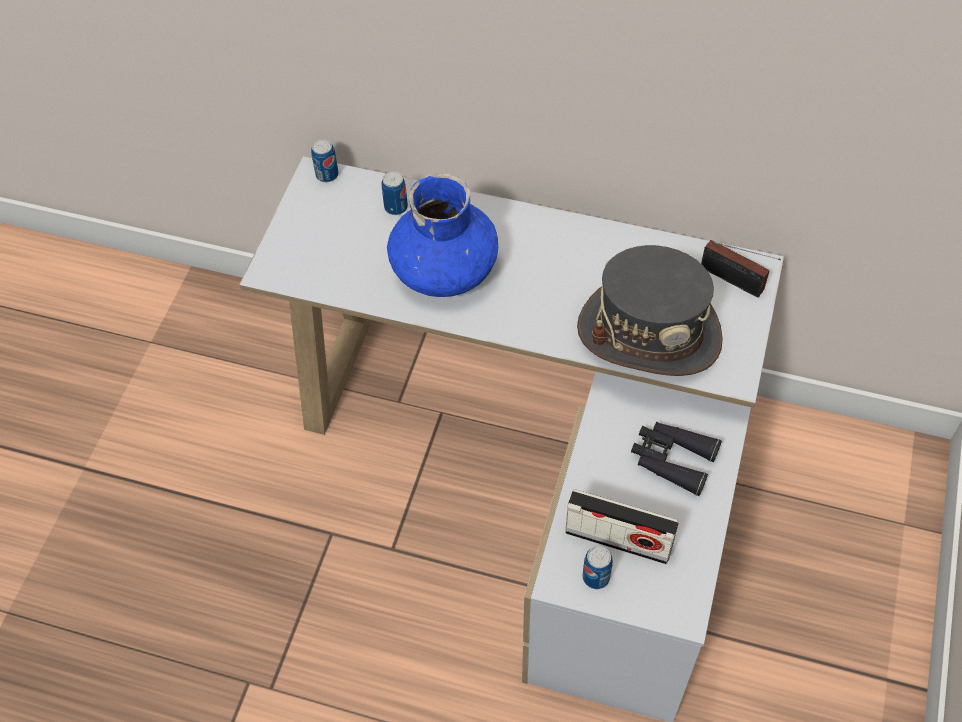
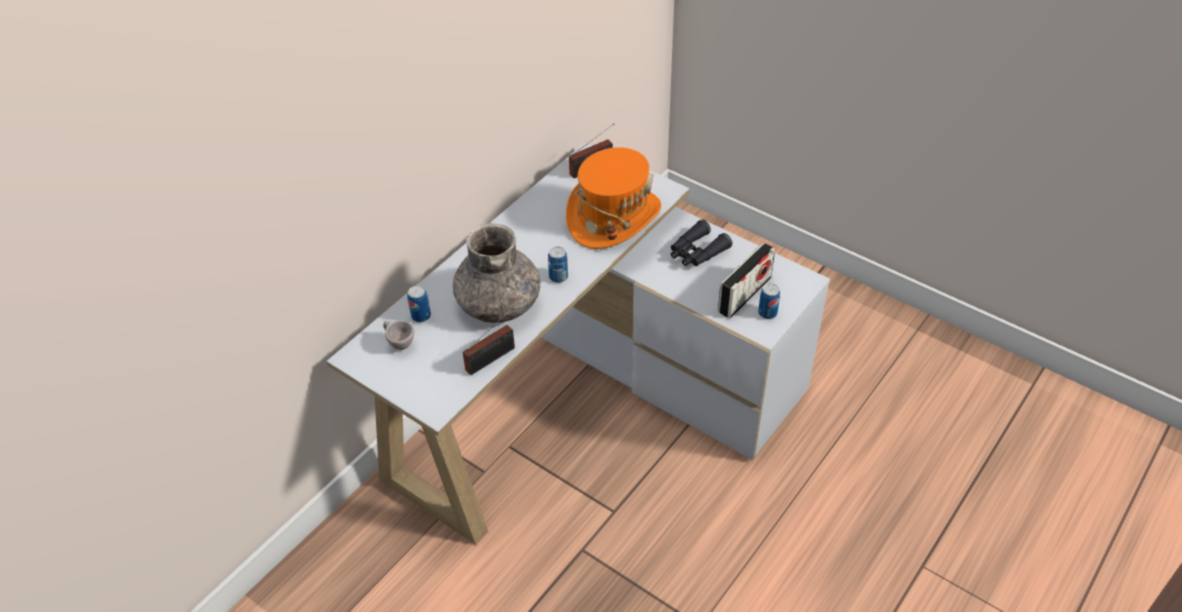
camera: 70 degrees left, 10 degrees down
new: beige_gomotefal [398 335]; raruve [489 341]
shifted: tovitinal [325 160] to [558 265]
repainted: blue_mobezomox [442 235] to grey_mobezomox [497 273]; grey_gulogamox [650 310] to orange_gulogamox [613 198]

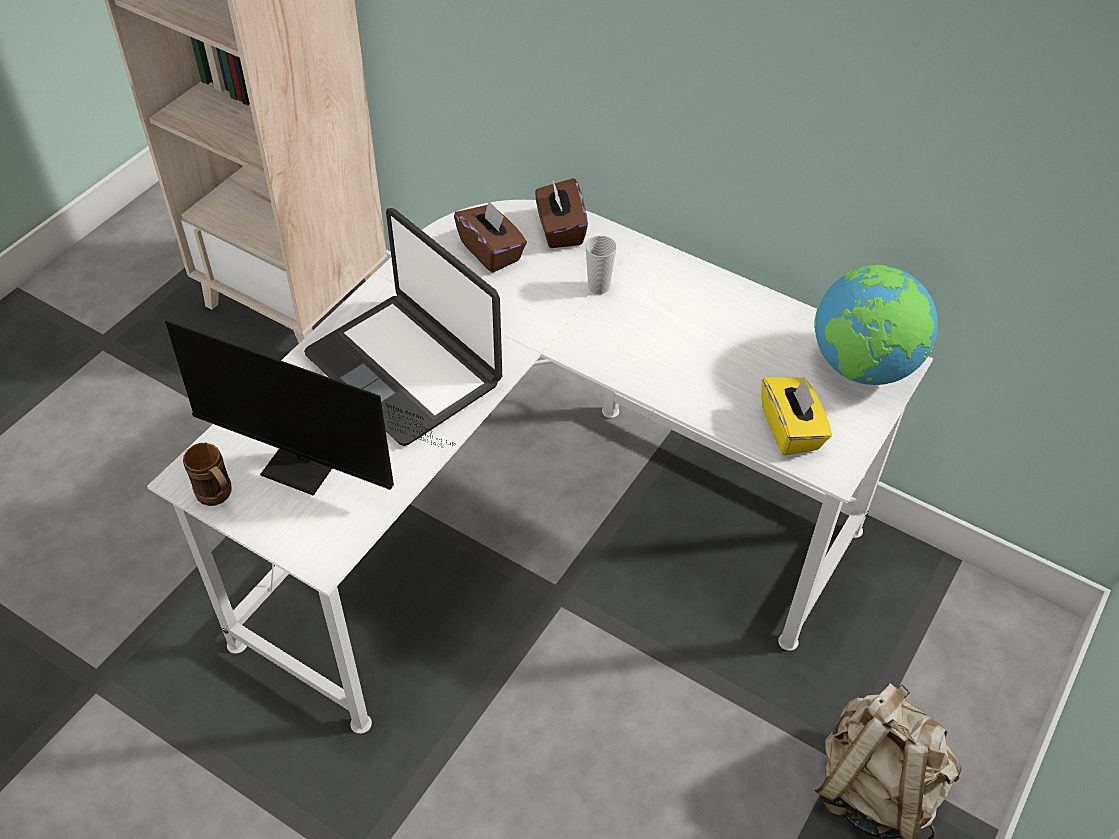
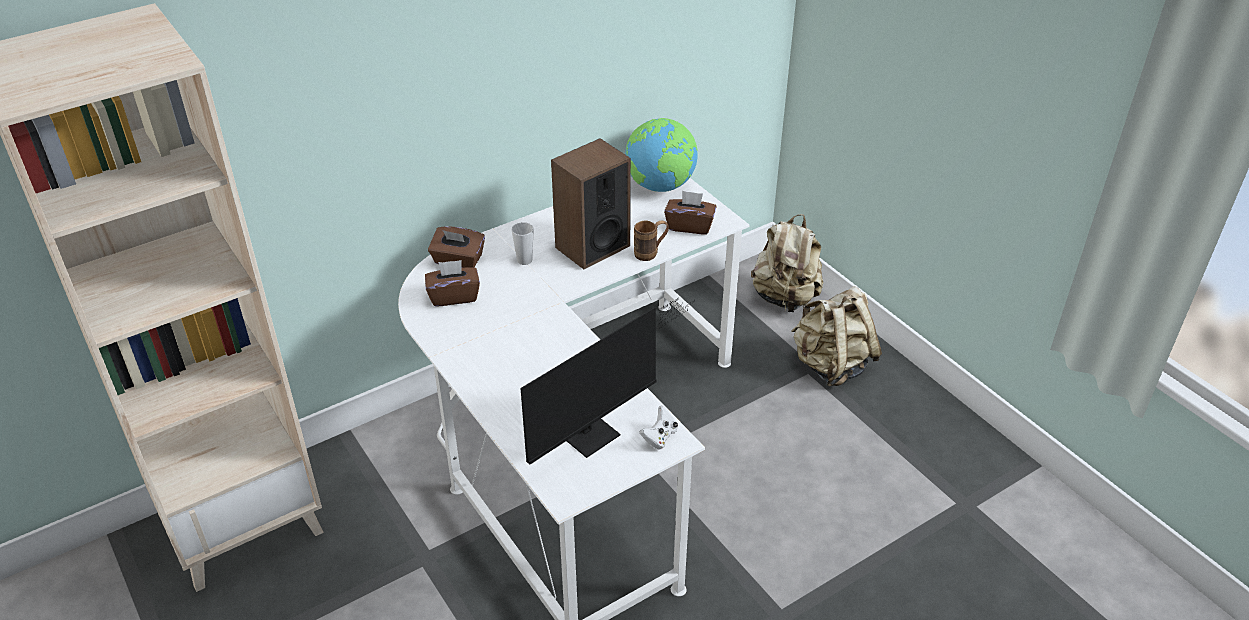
camera: 65 degrees left, 10 degrees down
gone: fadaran [403 327]
new: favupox [591 203]; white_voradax [659 427]; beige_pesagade [787 263]
shifted: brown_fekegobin [207 474] to [651 240]
repainted: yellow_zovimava [796 416] to brown_zovimava [690 212]

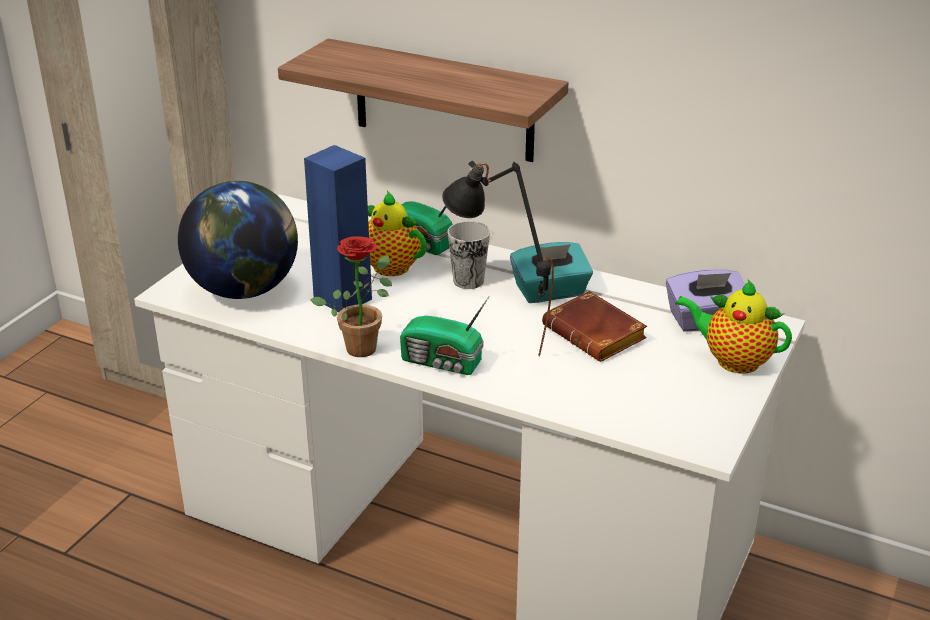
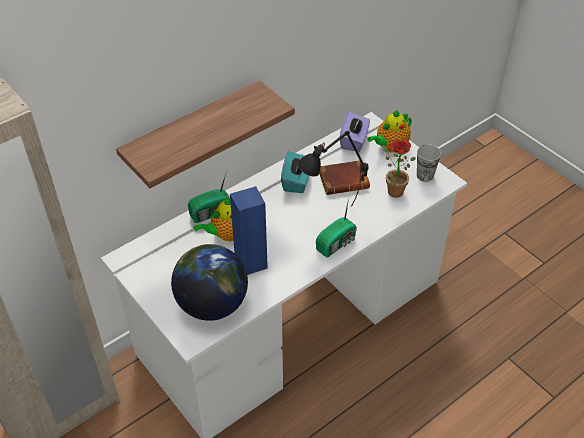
camera: 65 degrees left, 15 degrees up
shifted: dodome [351 296] to [399 168]; gomotefal [468 255] to [429 163]

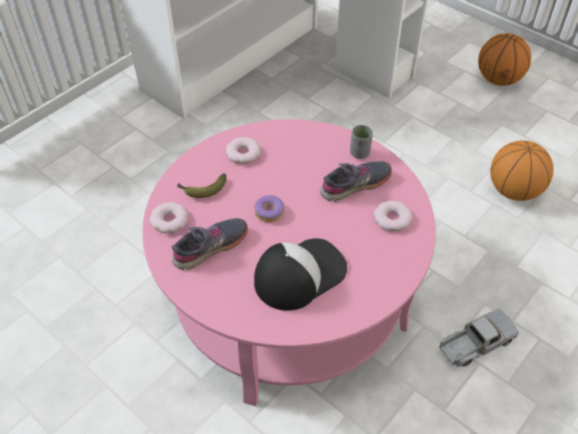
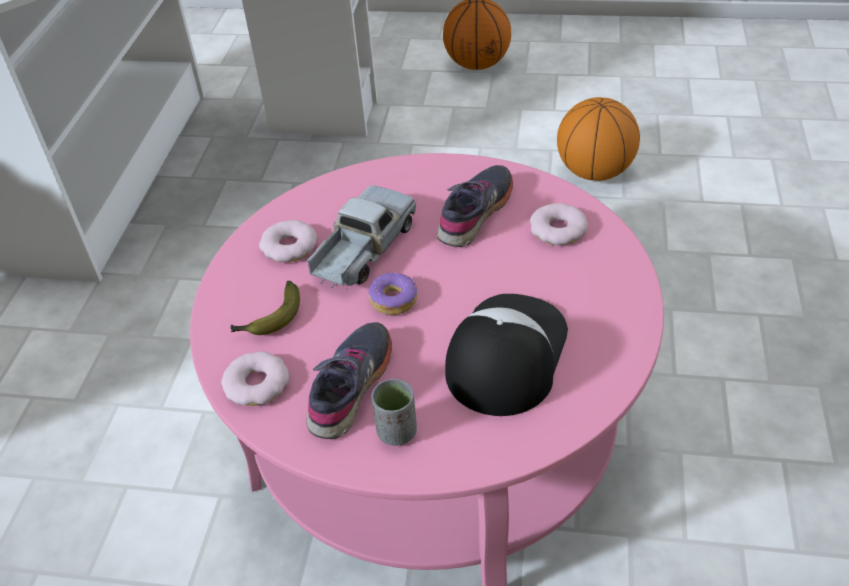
camera: 30 degrees left, 5 degrees down
shifted: grey_gomotefal [361 142] to [394 412]; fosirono [479 338] to [361 236]

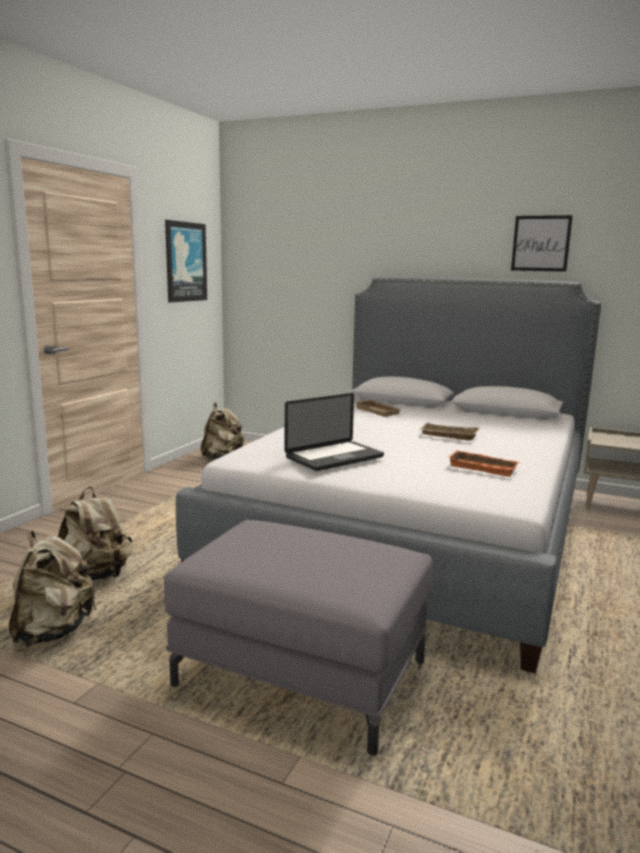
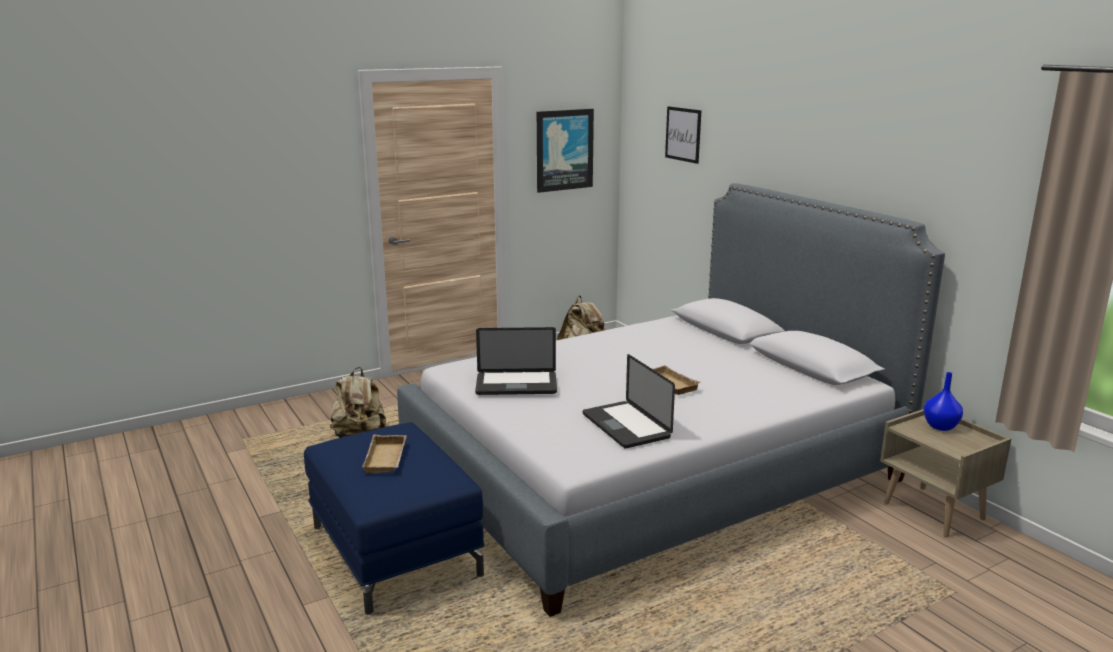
camera: 35 degrees right, 5 degrees up
gone: beige_pesagade [53 588]
new: blue_mobezomox [943 401]
shifted: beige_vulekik [378 408] to [384 454]; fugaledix [542 243] to [683 135]
swapped: orange_vulekik [484 463] to fadaran [629 401]
repainted: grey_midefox [298 637] to blue_midefox [394 518]

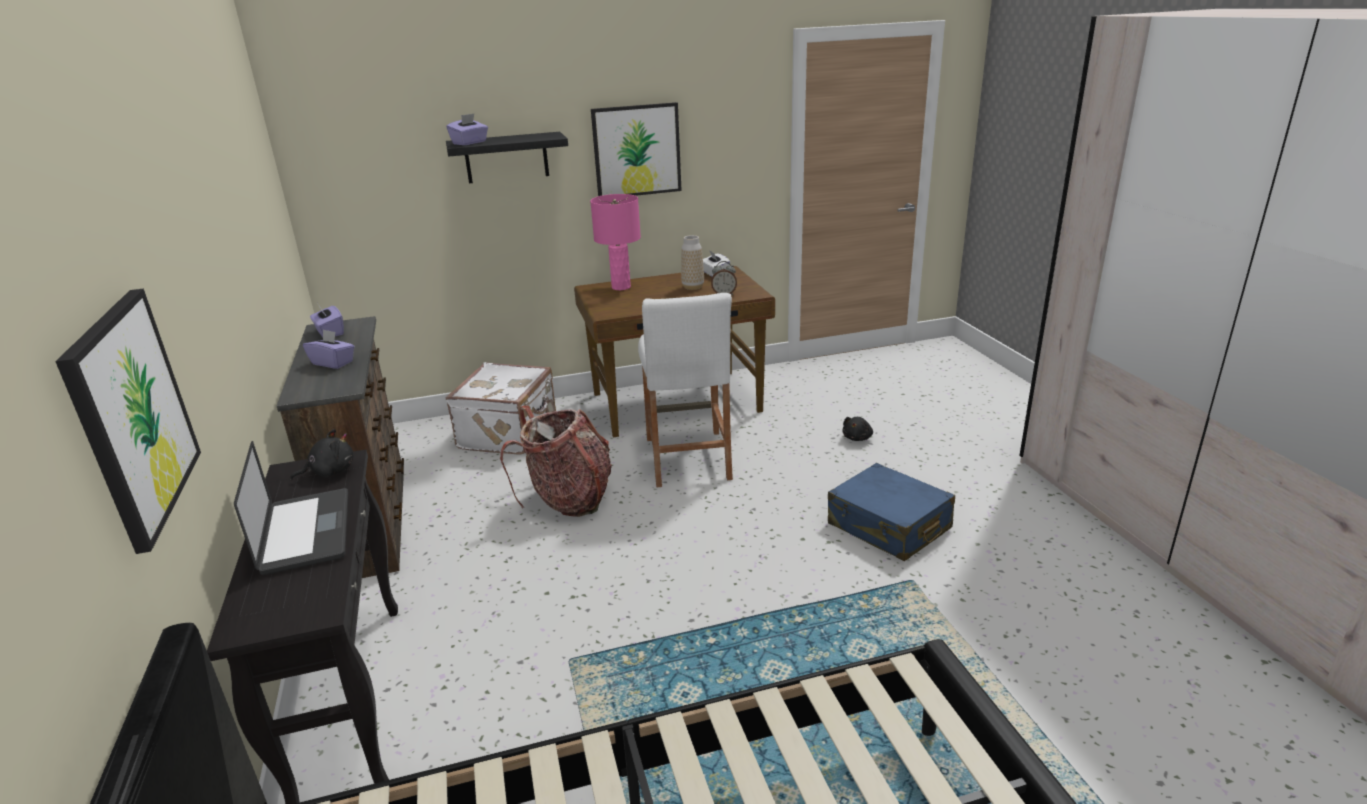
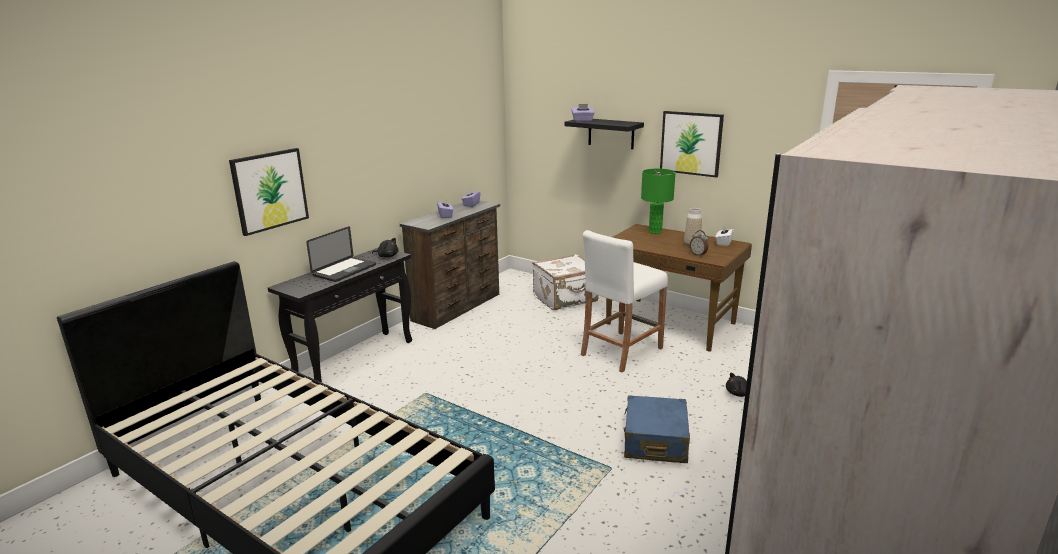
camera: 50 degrees right, 5 degrees down
gone: pesagade [556 461]
repainted: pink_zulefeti [615 242] to green_zulefeti [658 201]

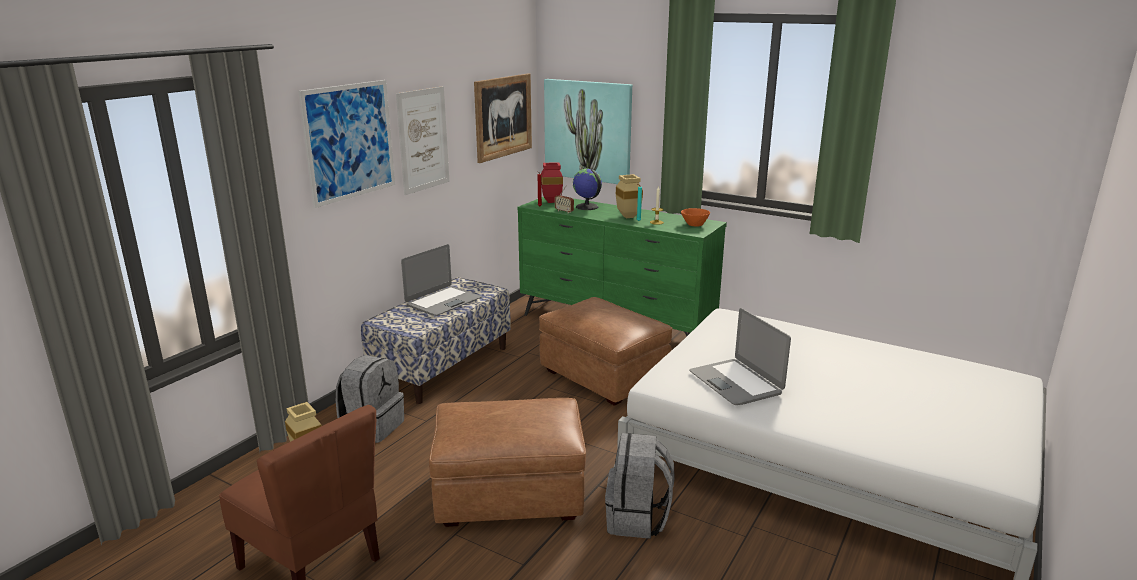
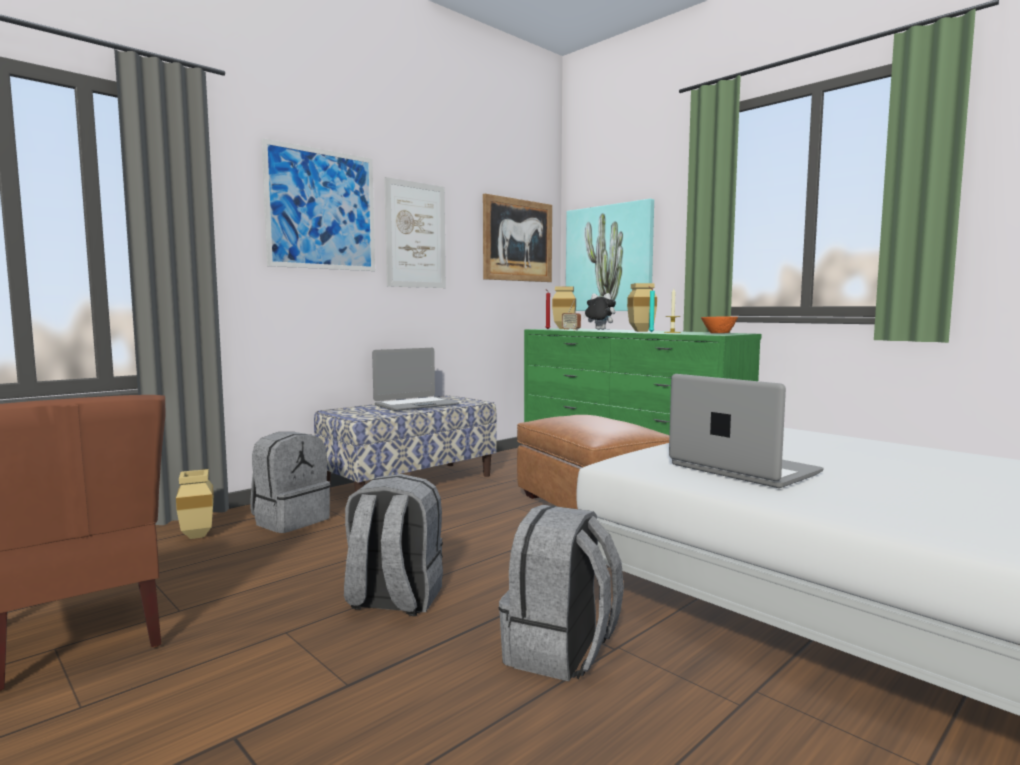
camera: 15 degrees right, 15 degrees down
swapped: brown_midefox [507 462] to grey_pesagade [393 545]; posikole [587 189] to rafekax [599 311]
repainted: red_mobezomox [552 182] to beige_mobezomox [564 307]
rotated: fadaran [740 356] = [746 431] 150 degrees clockwise

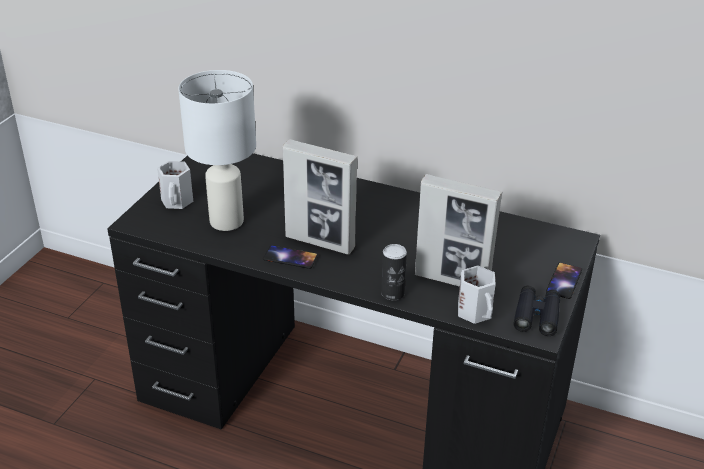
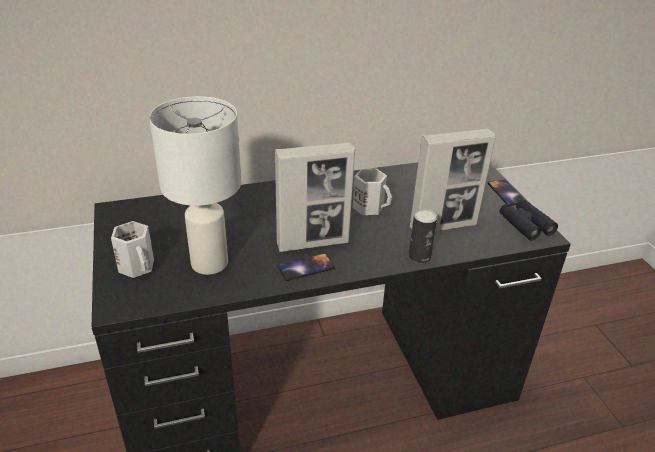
camera: 40 degrees left, 0 degrees up
shifted: white_fekegobin [476 294] to [372 191]

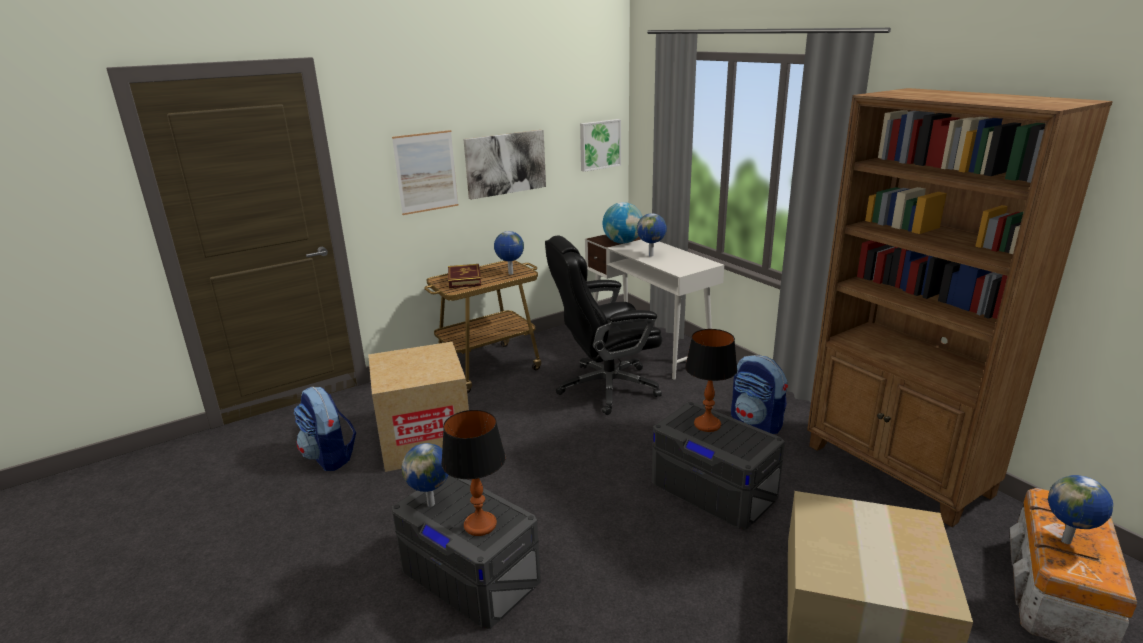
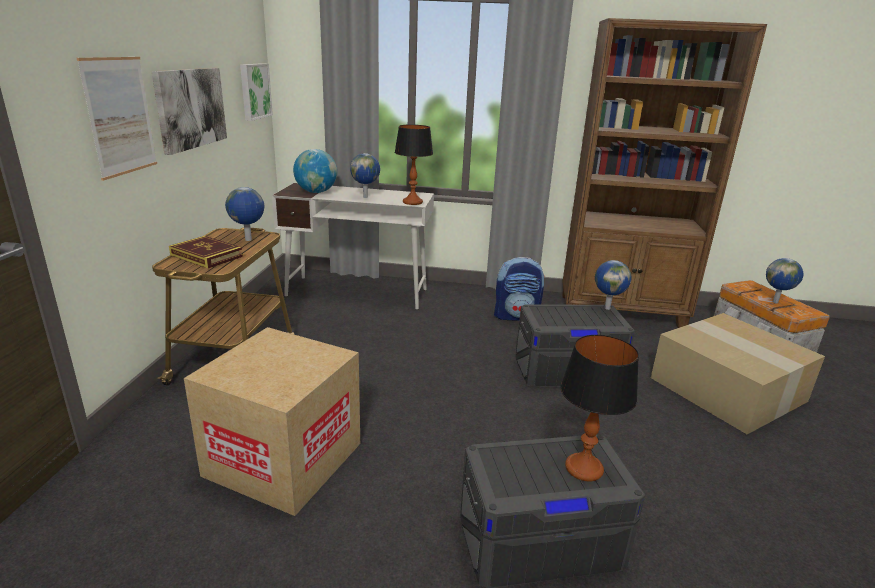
camera: 50 degrees left, 0 degrees up
gone: pesagade [325 429]; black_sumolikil [603 325]
shifted: posikole [425 475] to [613 285]; zulefeti [711 380] to [414 165]

